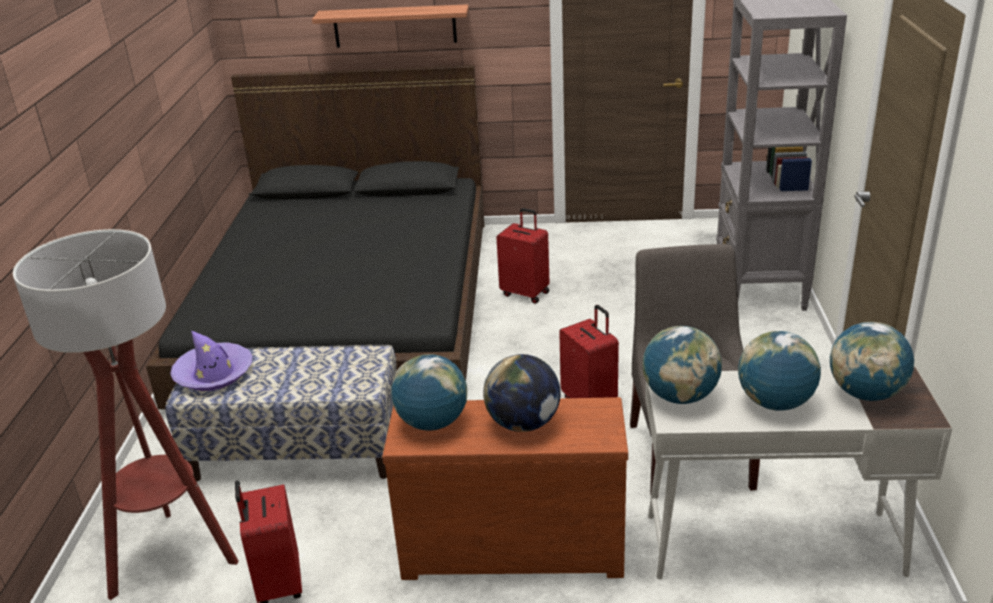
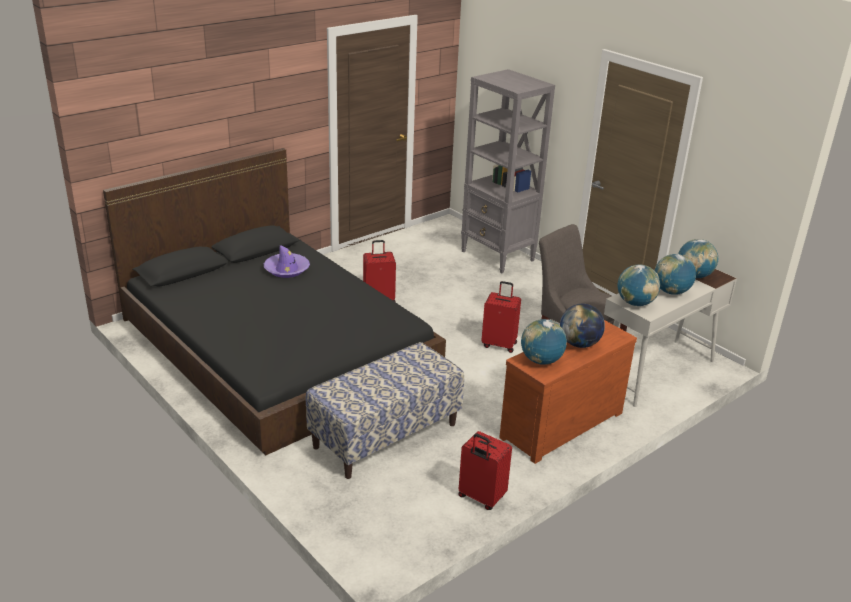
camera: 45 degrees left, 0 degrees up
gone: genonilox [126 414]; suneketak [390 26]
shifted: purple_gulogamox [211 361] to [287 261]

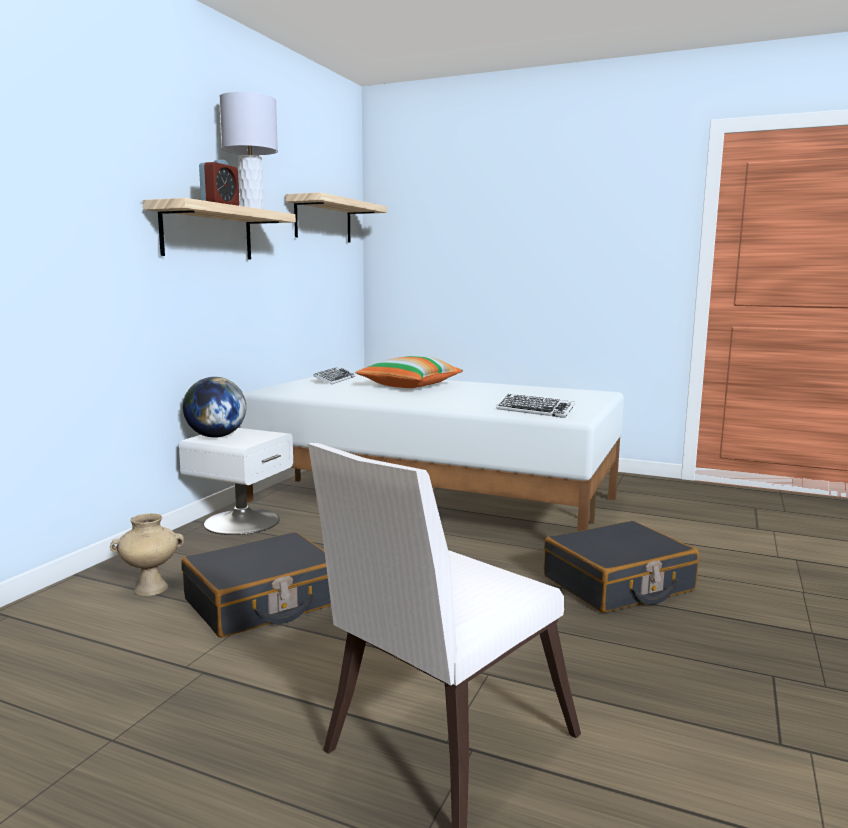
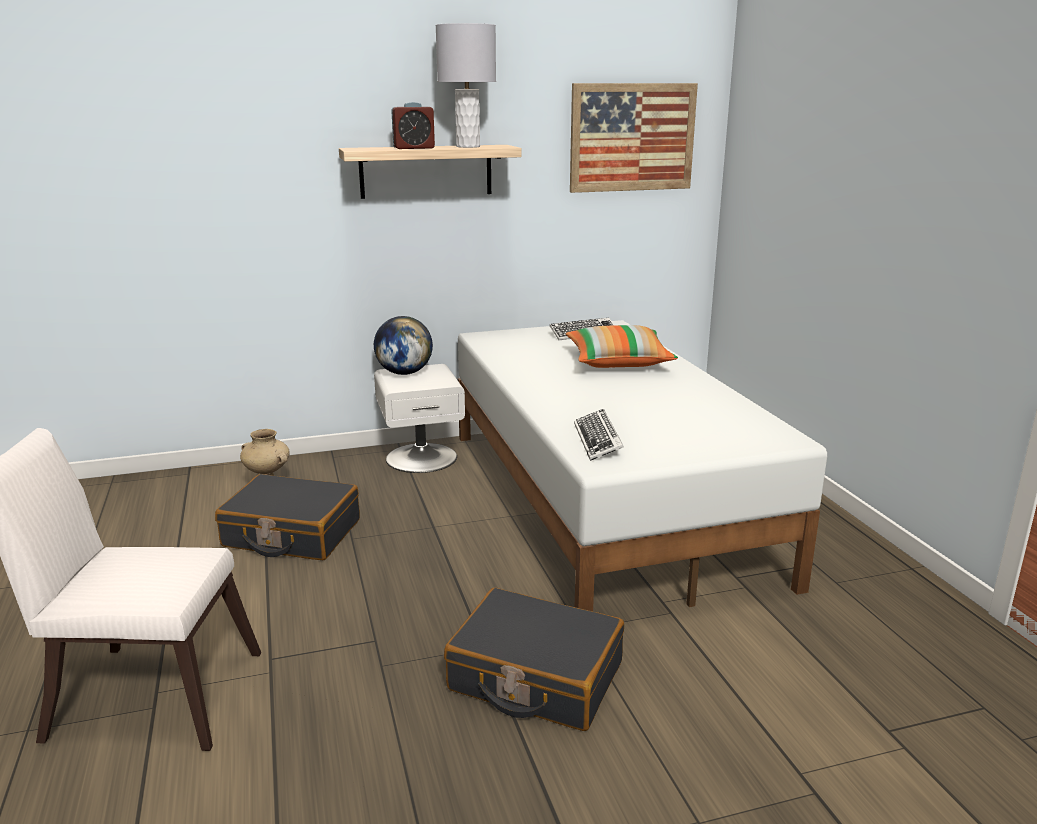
camera: 50 degrees right, 10 degrees up
swapped: suneketak [336 217] to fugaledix [634 138]

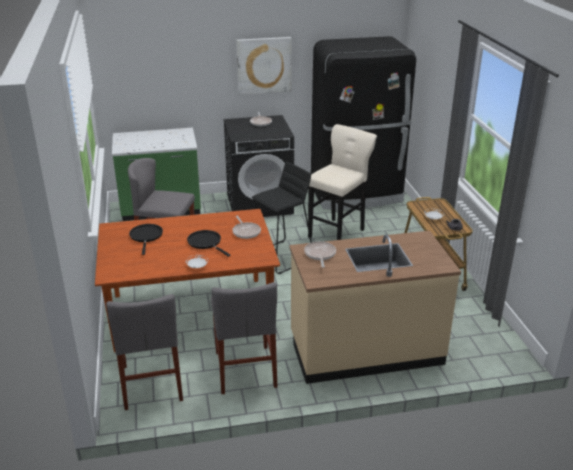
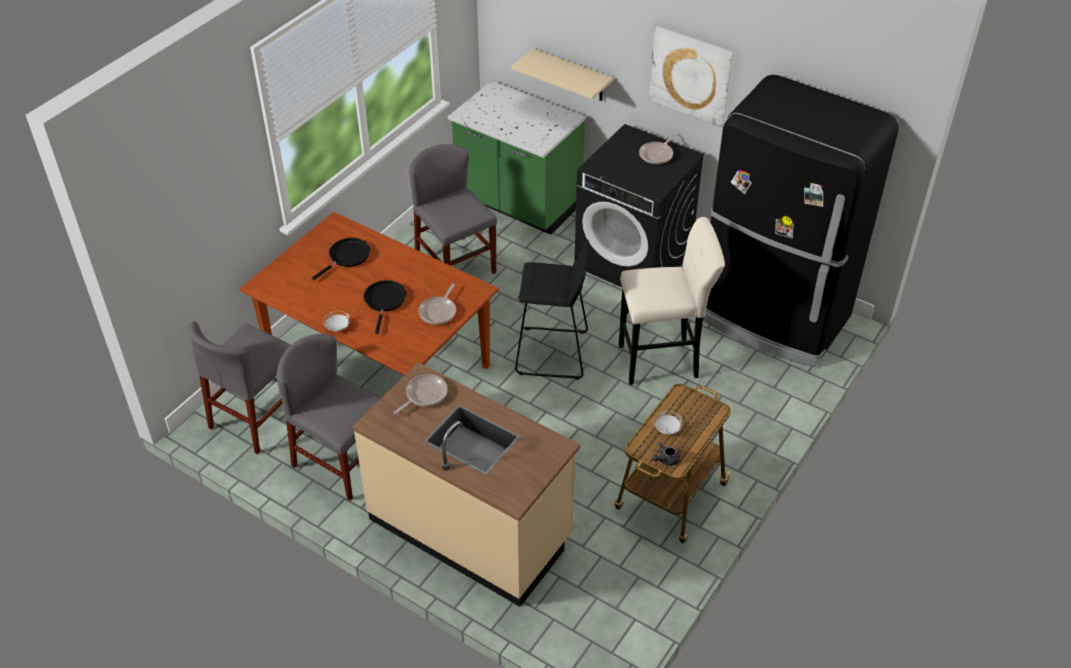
camera: 45 degrees right, 15 degrees up
new: beige_suneketak [562 74]
rotated: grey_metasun [244 338] = [329 417] 90 degrees clockwise

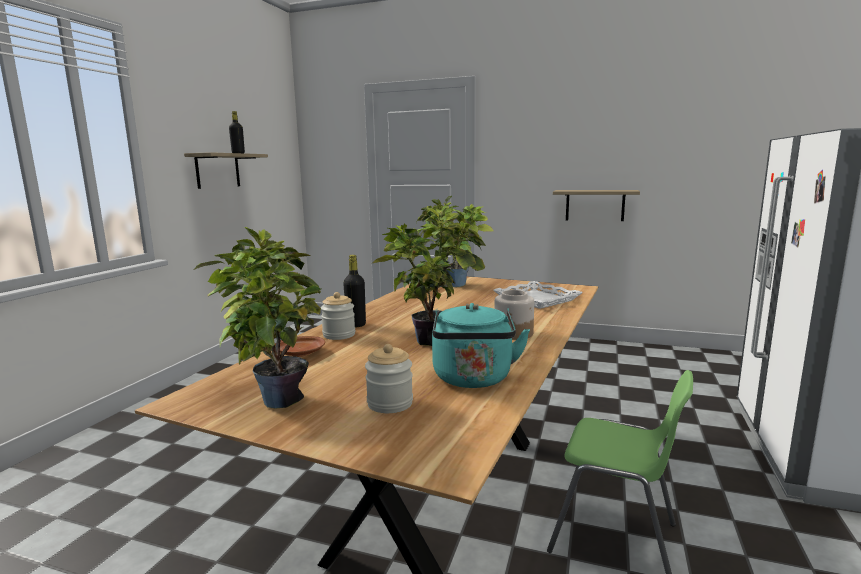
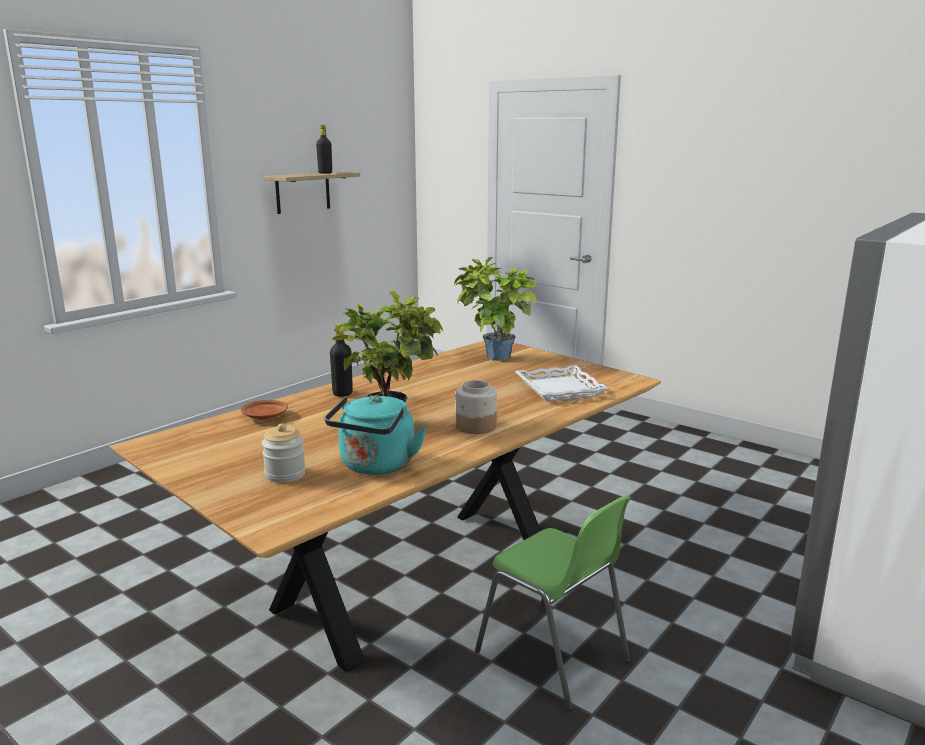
camera: 20 degrees right, 5 degrees up
gone: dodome [257 317]; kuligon [338 316]; suneketak [596 205]

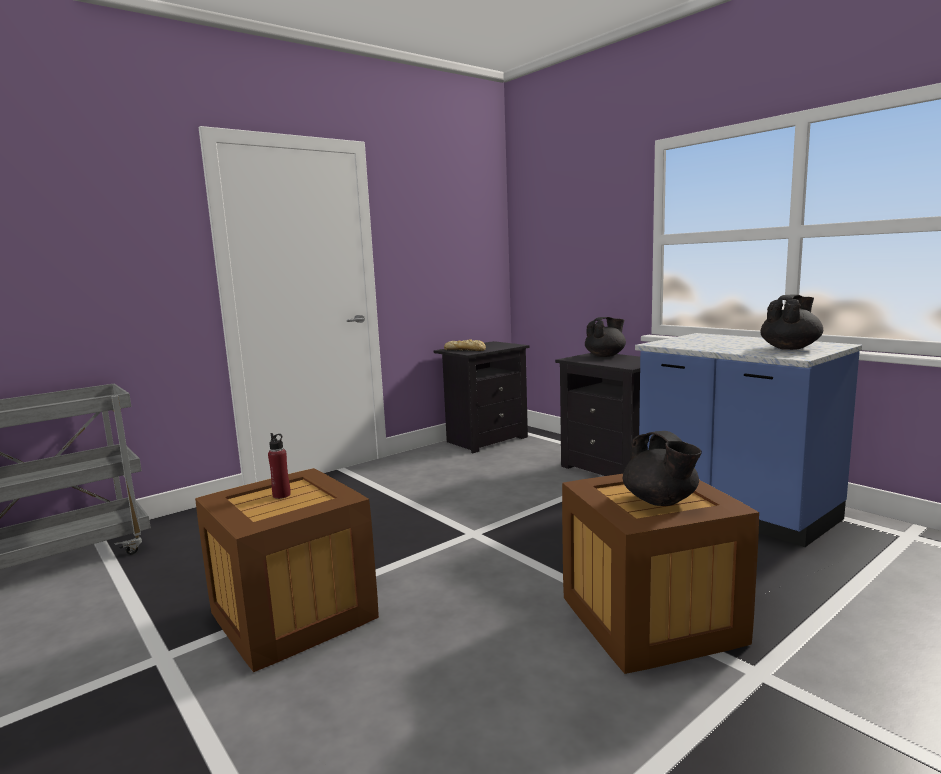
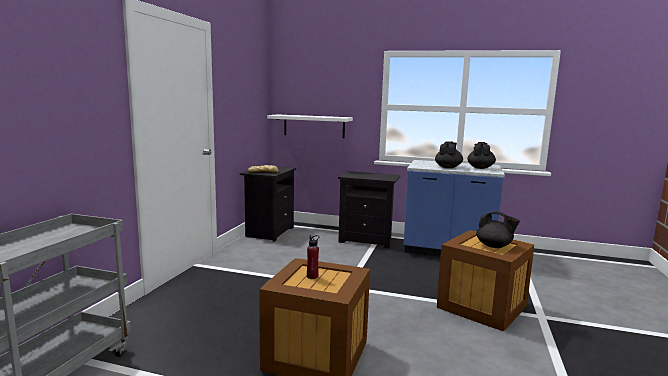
camera: 35 degrees left, 0 degrees up
new: white_suneketak [310 126]
shifted: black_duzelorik [605 337] to [449 154]

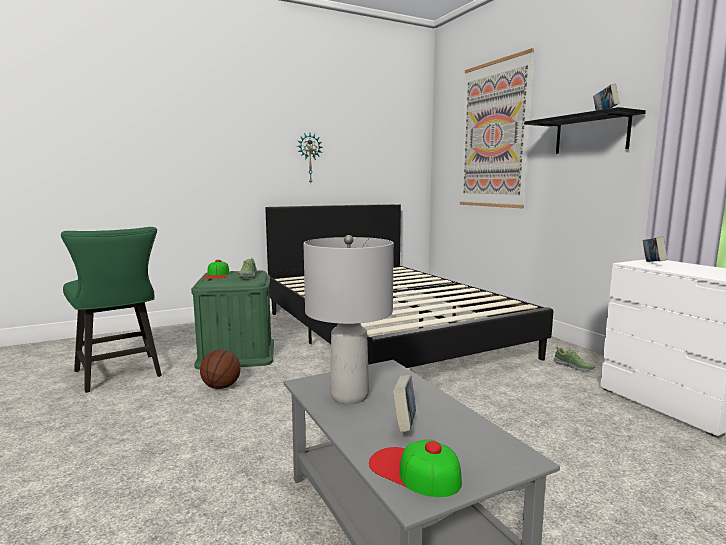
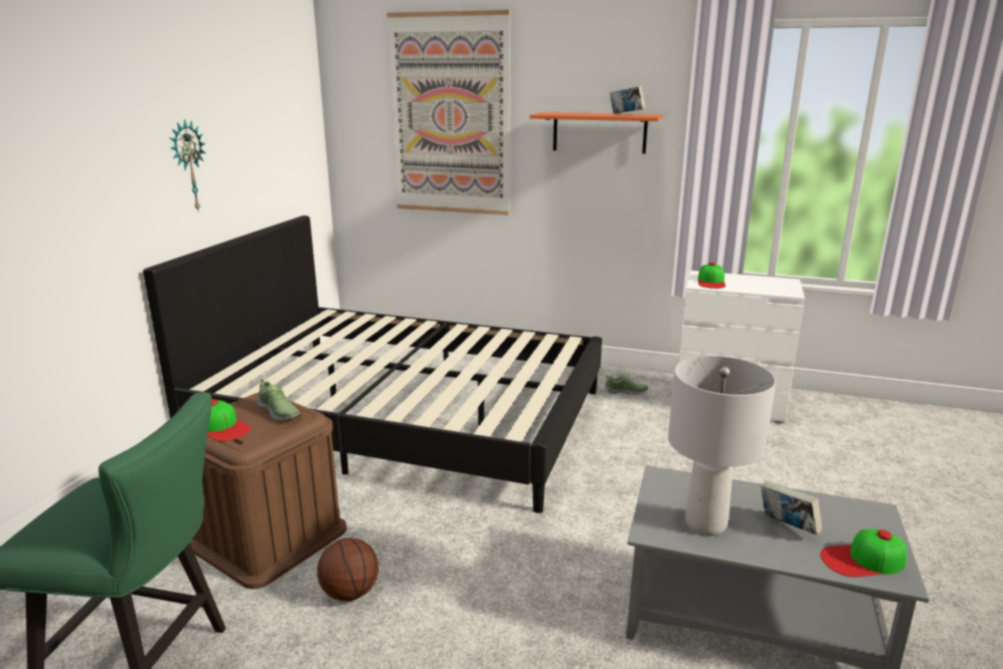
camera: 45 degrees left, 10 degrees up
swapped: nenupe [655 249] to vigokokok [712 275]
repainted: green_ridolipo [232 320] to brown_ridolipo [268 490]; black_suneketak [585 130] to orange_suneketak [596 133]

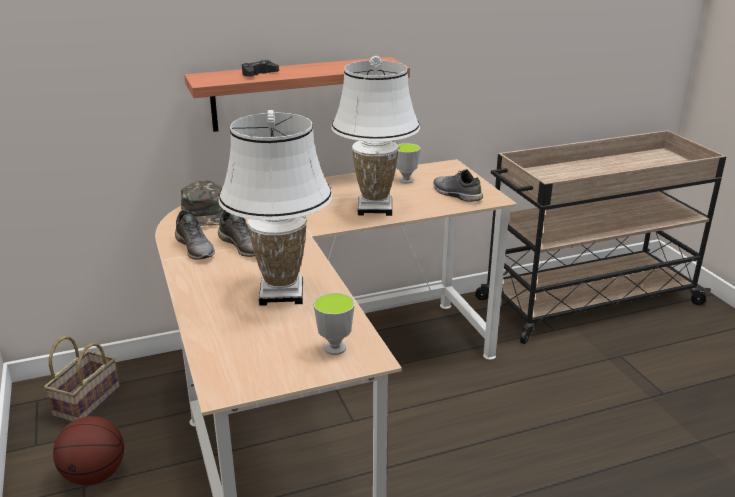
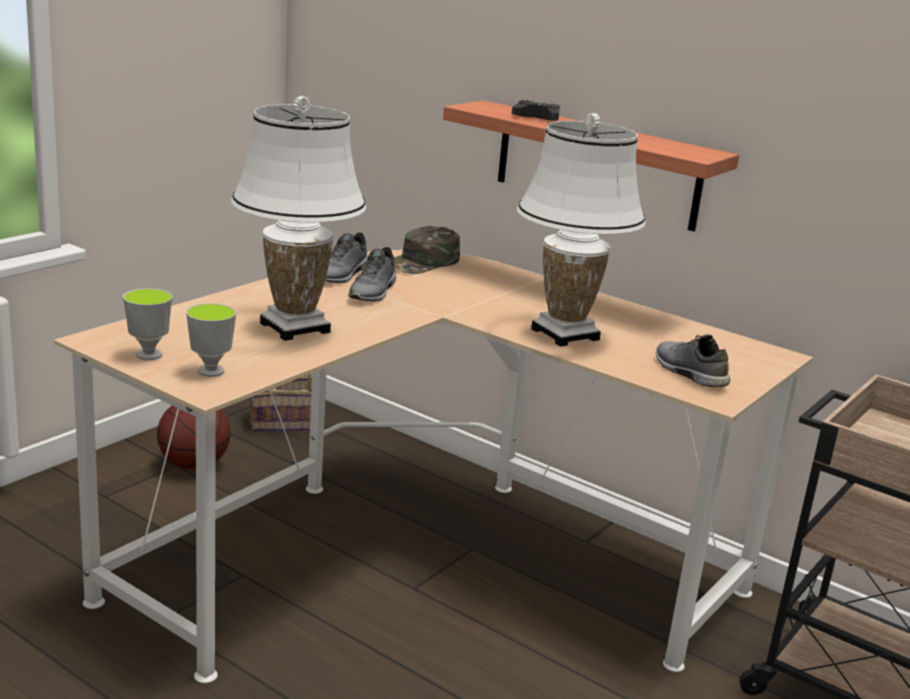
camera: 55 degrees right, 5 degrees down
shifted: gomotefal [408 163] to [148 324]
rotated: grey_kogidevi [458 185] = [693 360] 45 degrees counterclockwise

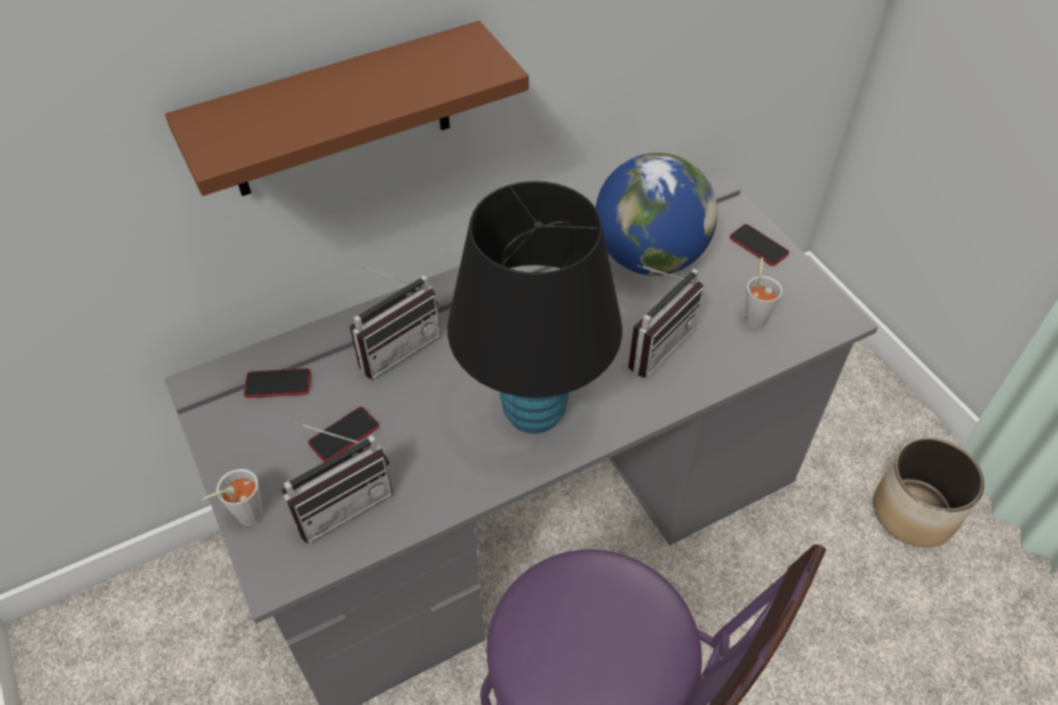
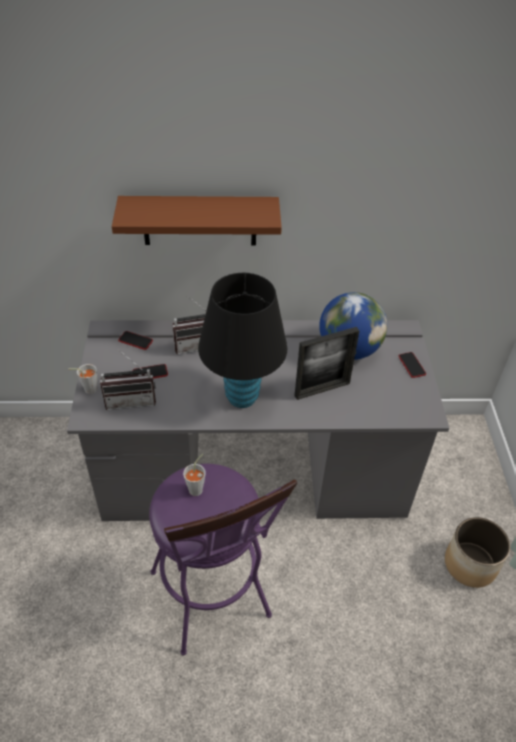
camera: 25 degrees right, 5 degrees down
shifted: grey_gomotefal [763 293] to [194 475]
swapped: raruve [666 321] to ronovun [327 363]

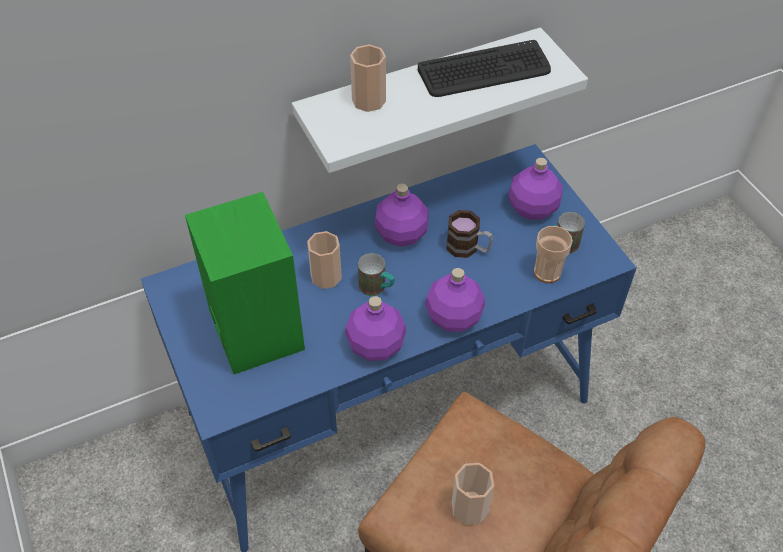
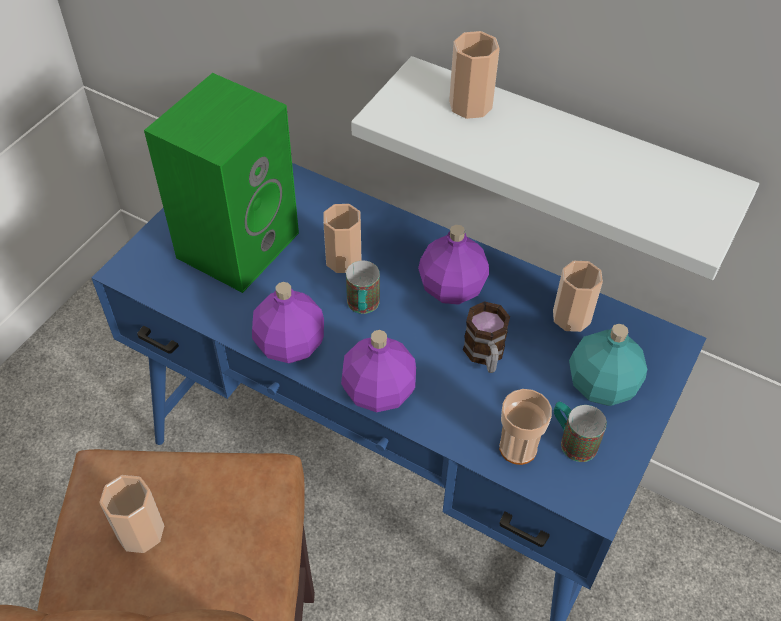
camera: 55 degrees right, 0 degrees up
gone: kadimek [484 68]
new: gomotefal [578 296]
repainted: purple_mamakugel [535 189] to turquoise_mamakugel [608 365]

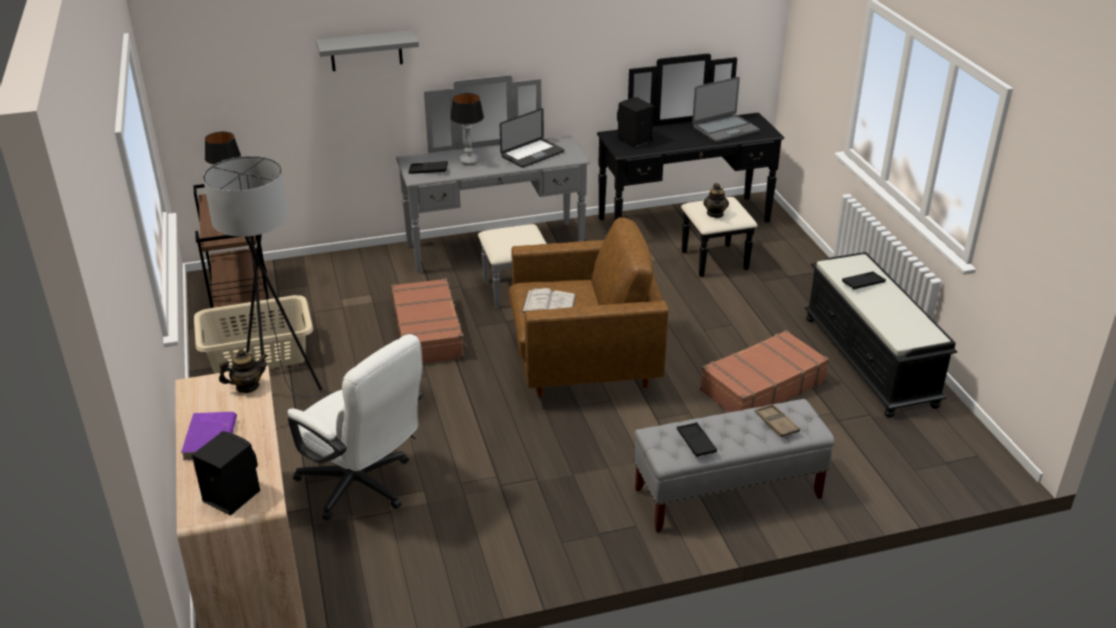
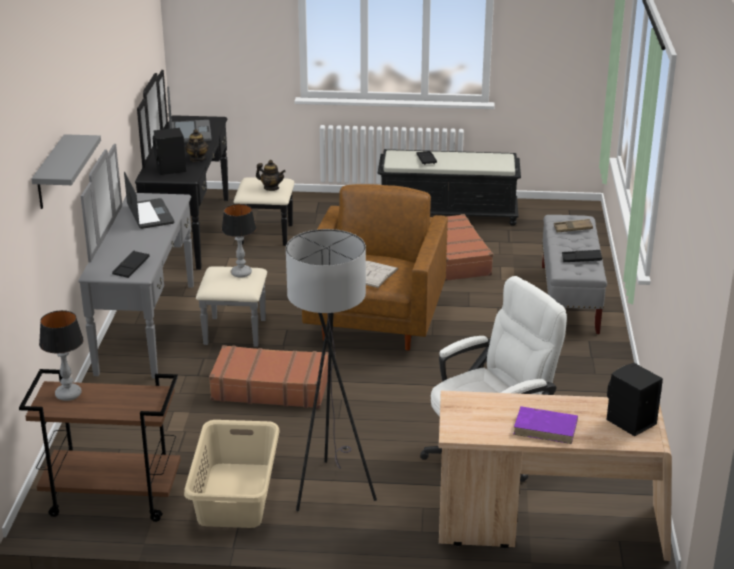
camera: 70 degrees left, 5 degrees down
shifted: duzelorik [243 371] to [197 145]; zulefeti [467 129] to [239 241]

